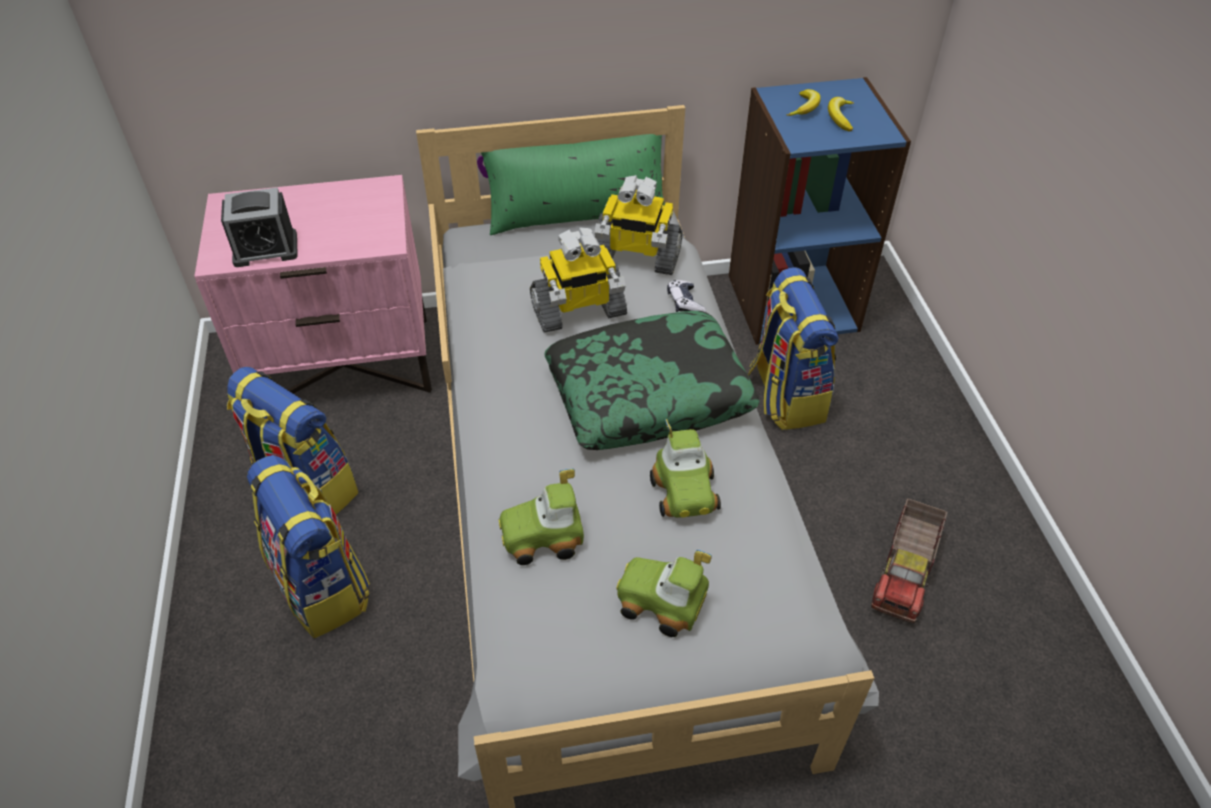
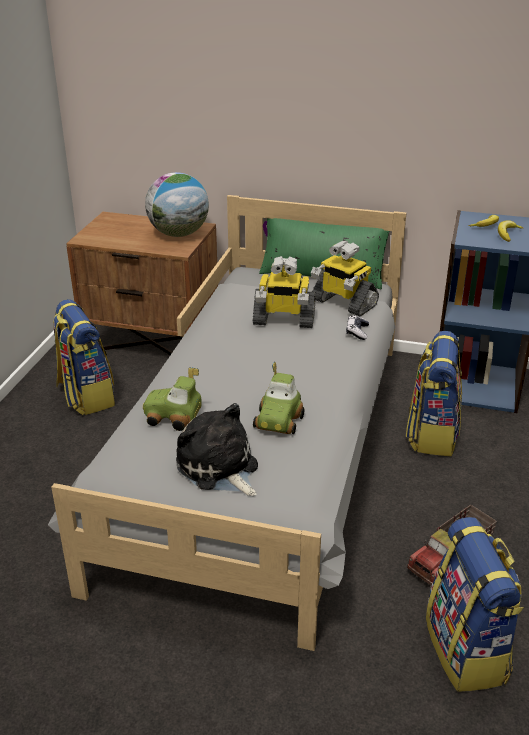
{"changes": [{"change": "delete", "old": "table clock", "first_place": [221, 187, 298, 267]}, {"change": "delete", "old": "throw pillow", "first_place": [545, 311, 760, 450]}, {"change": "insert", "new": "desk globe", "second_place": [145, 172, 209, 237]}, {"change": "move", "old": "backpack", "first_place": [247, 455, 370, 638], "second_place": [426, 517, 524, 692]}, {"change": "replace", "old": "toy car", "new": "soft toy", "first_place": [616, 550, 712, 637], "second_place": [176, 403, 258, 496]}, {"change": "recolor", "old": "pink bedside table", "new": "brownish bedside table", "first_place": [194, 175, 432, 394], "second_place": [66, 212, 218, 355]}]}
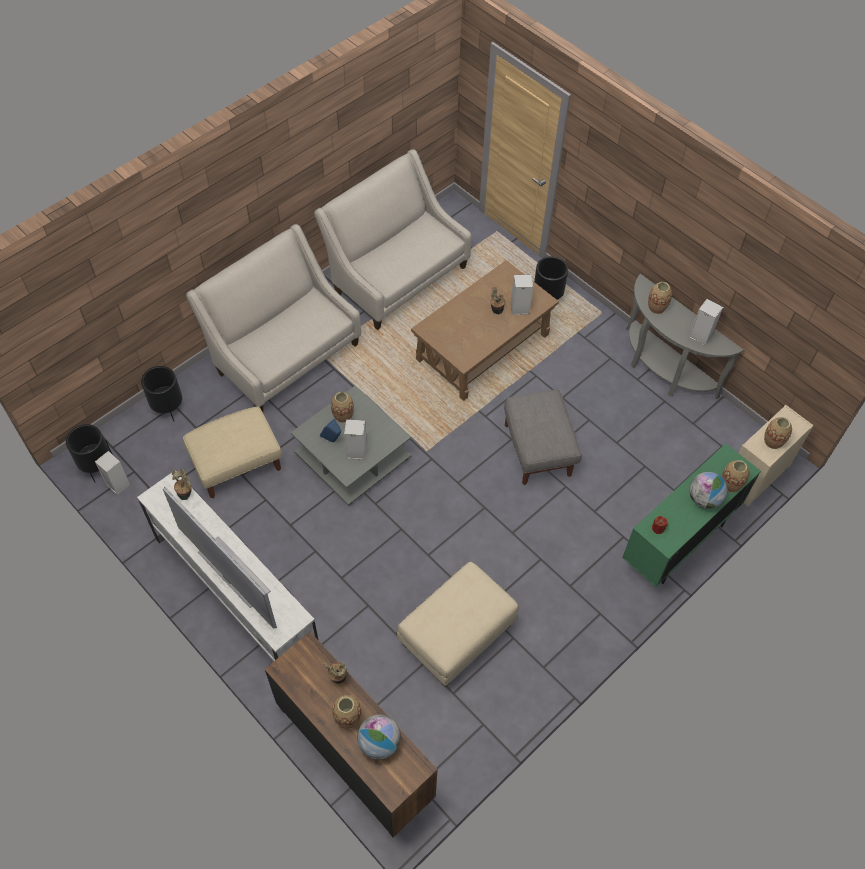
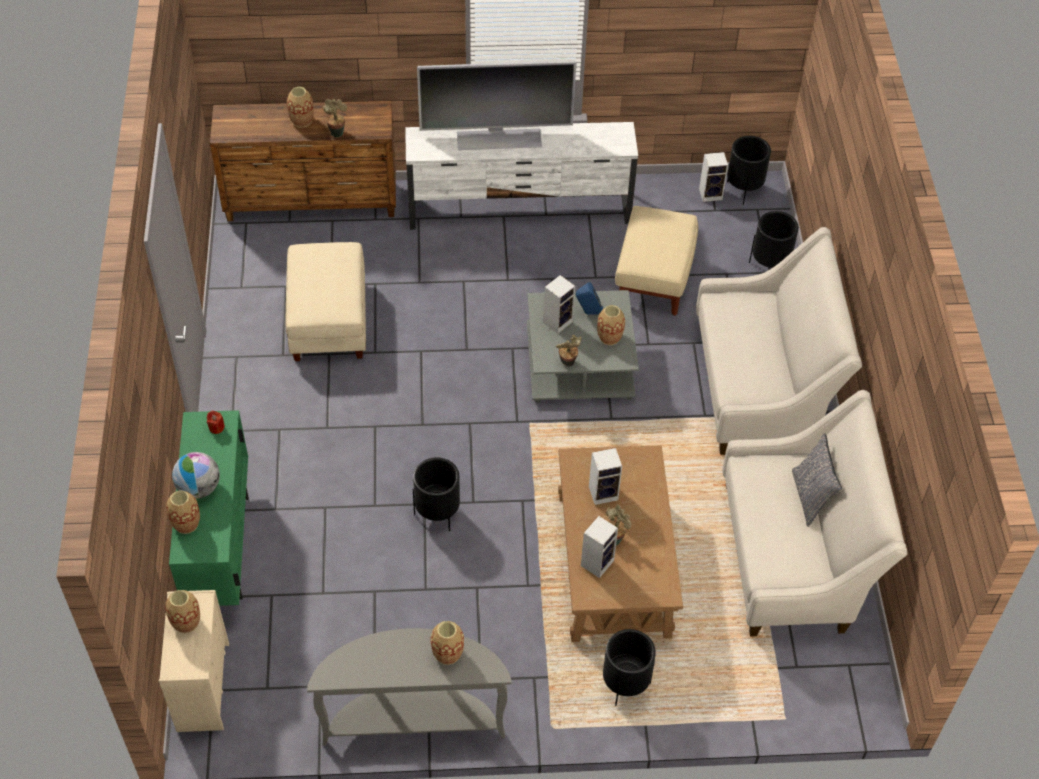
{"changes": [{"change": "delete", "old": "desk globe", "first_place": [357, 715, 401, 760]}, {"change": "insert", "new": "gray throw pillow", "second_place": [792, 433, 842, 527]}, {"change": "move", "old": "plant in a pot", "first_place": [172, 468, 192, 500], "second_place": [556, 335, 582, 367]}, {"change": "move", "old": "loudspeaker", "first_place": [689, 299, 723, 346], "second_place": [589, 448, 622, 505]}, {"change": "replace", "old": "gray footrest", "new": "black flower pot", "first_place": [504, 389, 582, 485], "second_place": [413, 457, 460, 532]}]}
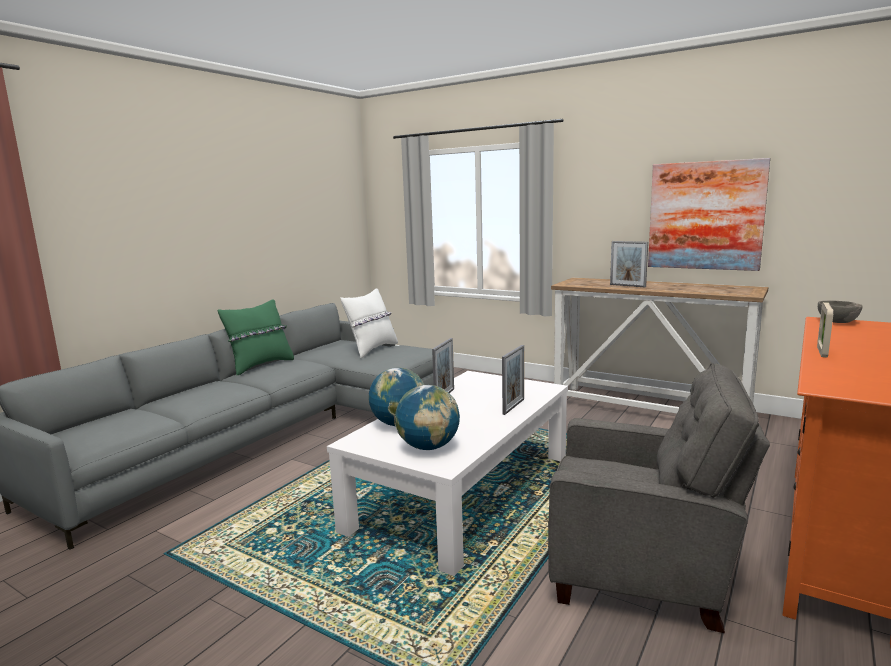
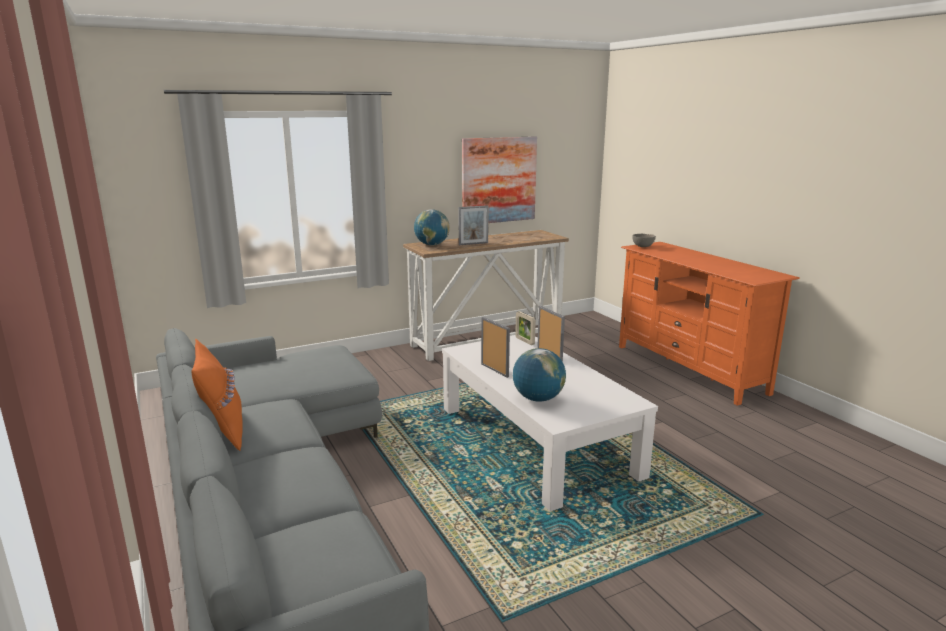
{"changes": [{"change": "delete", "old": "white-coloured throw pillow", "first_place": [340, 288, 398, 358]}, {"change": "delete", "old": "gray easy chair", "first_place": [548, 363, 770, 634]}, {"change": "move", "old": "desk globe", "first_place": [395, 385, 460, 450], "second_place": [414, 209, 450, 245]}, {"change": "move", "old": "picture frame", "first_place": [817, 302, 834, 358], "second_place": [515, 311, 536, 345]}, {"change": "recolor", "old": "green throw pillow", "new": "orangey throw pillow", "first_place": [218, 299, 294, 375], "second_place": [191, 339, 243, 451]}]}
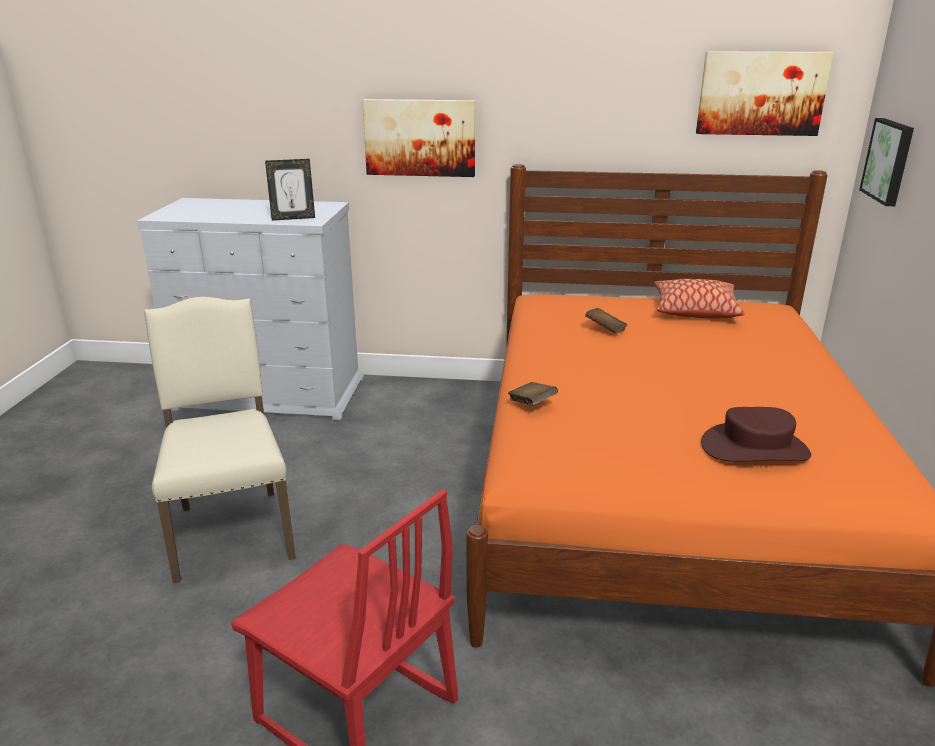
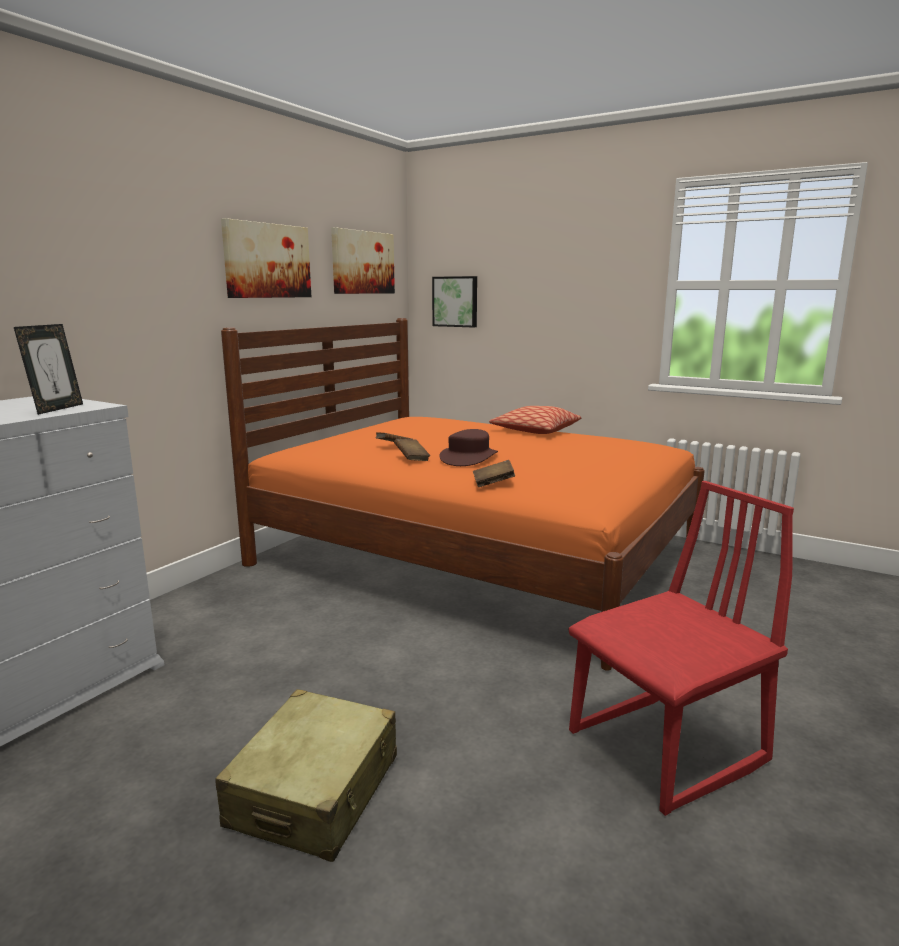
{"changes": [{"change": "insert", "new": "brownish bound book", "second_place": [394, 439, 430, 461]}, {"change": "move", "old": "picture", "first_place": [362, 99, 475, 177], "second_place": [221, 218, 311, 298]}, {"change": "move", "old": "throw pillow", "first_place": [654, 279, 744, 319], "second_place": [489, 406, 581, 434]}, {"change": "move", "old": "brownish hat", "first_place": [701, 407, 811, 462], "second_place": [440, 429, 498, 466]}, {"change": "replace", "old": "beige-coloured upright chair", "new": "beige-coloured suitcase", "first_place": [144, 297, 296, 583], "second_place": [215, 689, 397, 862]}]}
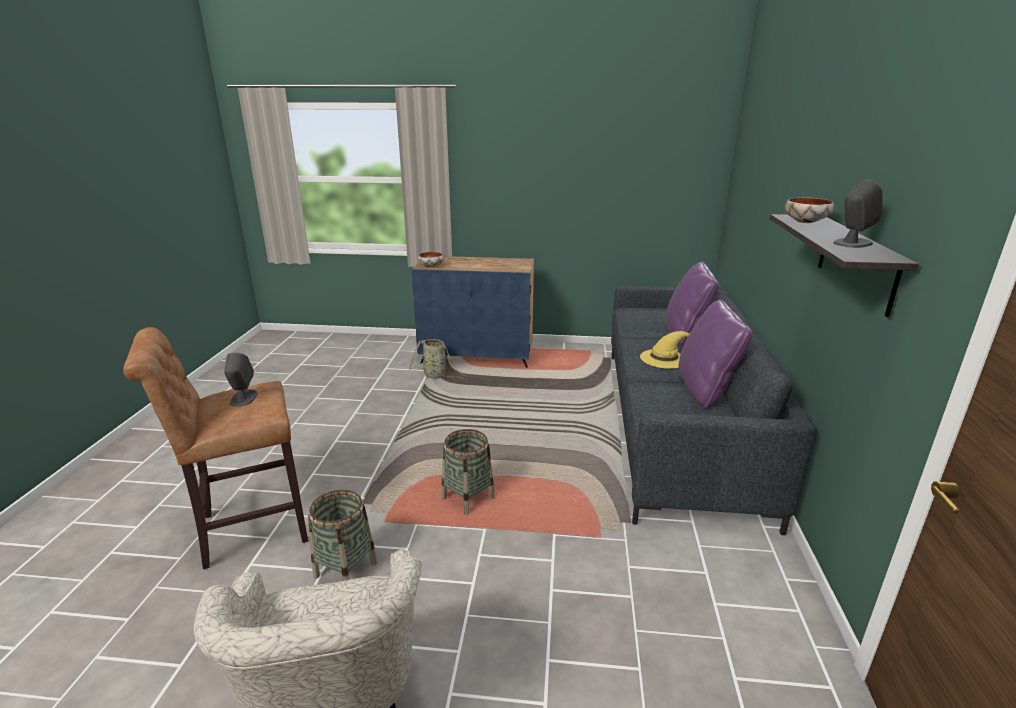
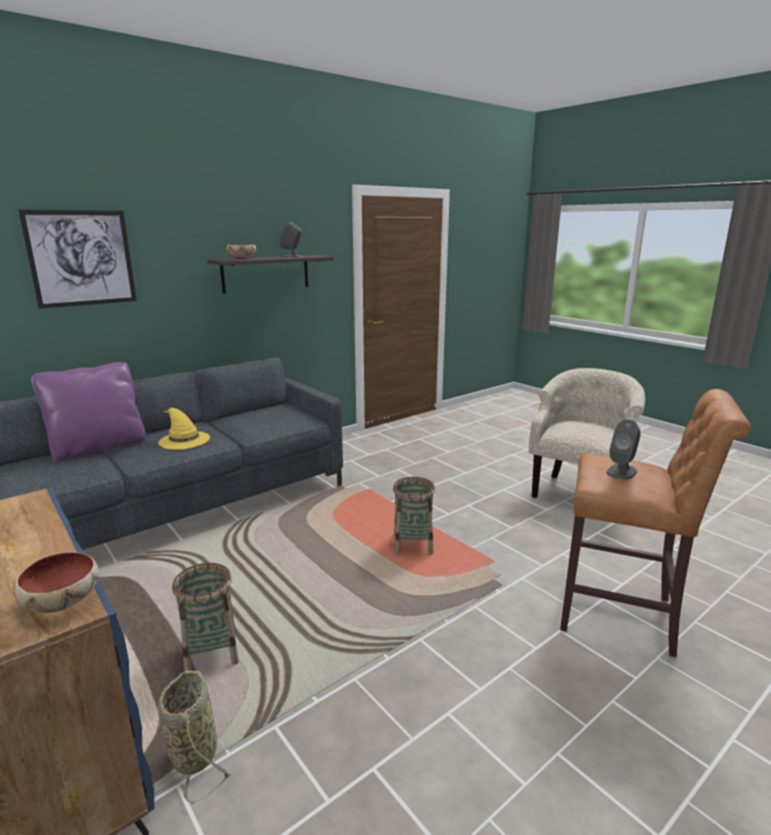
{"changes": [{"change": "delete", "old": "purplish throw pillow", "first_place": [678, 299, 753, 409]}, {"change": "insert", "new": "picture", "second_place": [18, 209, 137, 309]}, {"change": "move", "old": "basket", "first_place": [308, 490, 377, 581], "second_place": [172, 563, 239, 671]}]}
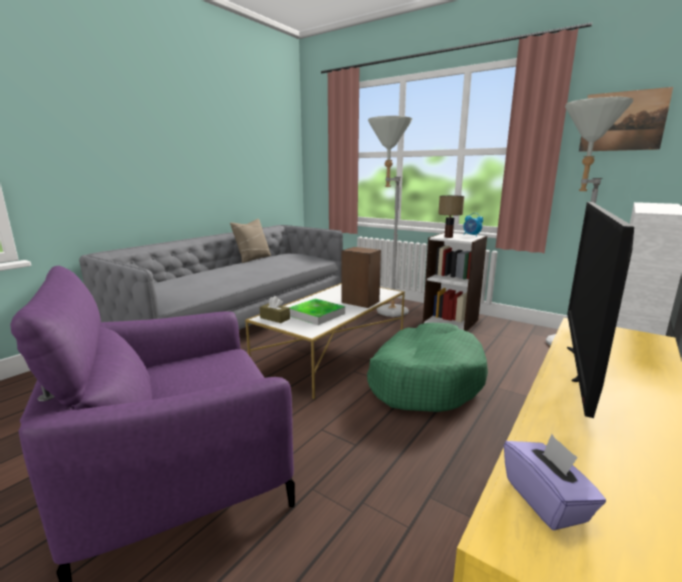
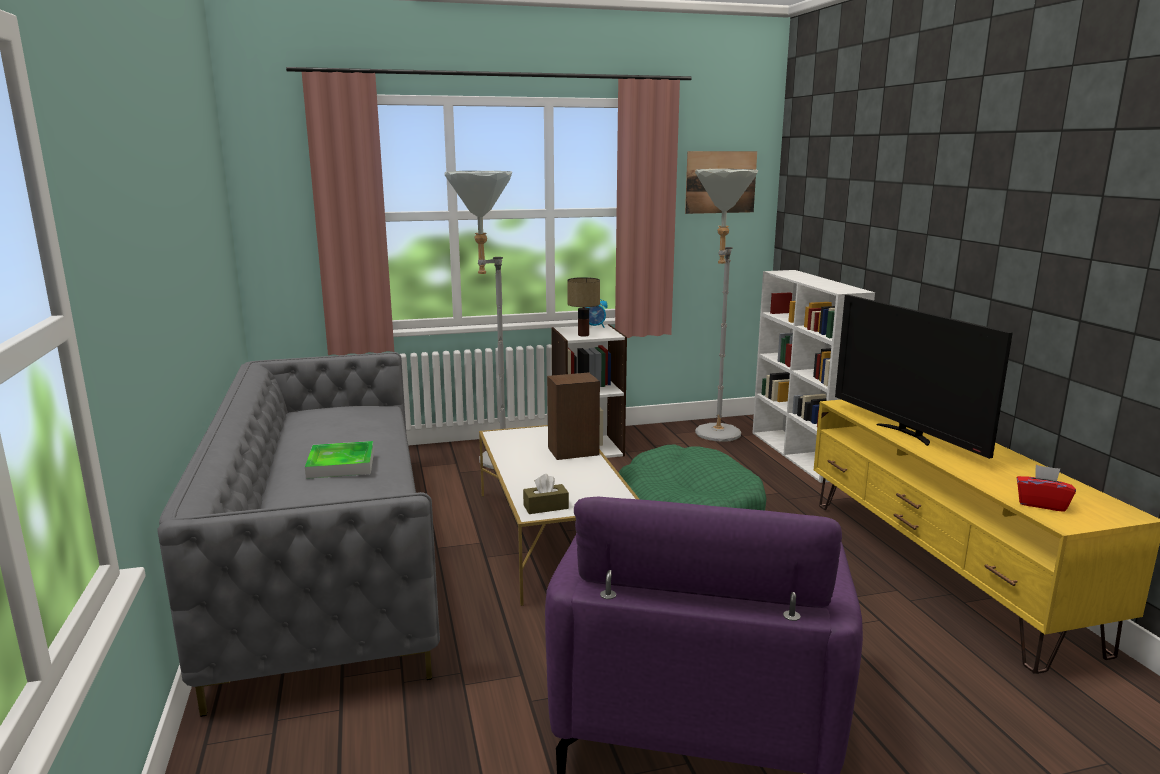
{"changes": [{"change": "delete", "old": "beige-coloured throw pillow", "first_place": [230, 219, 271, 263]}, {"change": "move", "old": "tray", "first_place": [289, 298, 345, 325], "second_place": [305, 441, 374, 479]}, {"change": "recolor", "old": "purplish tissue box", "new": "red-coloured tissue box", "first_place": [504, 434, 606, 530], "second_place": [1017, 465, 1076, 512]}]}
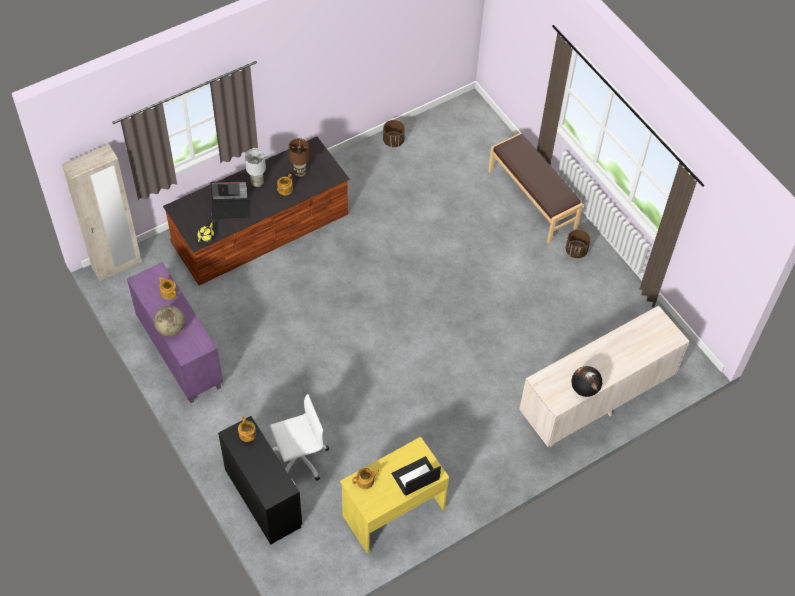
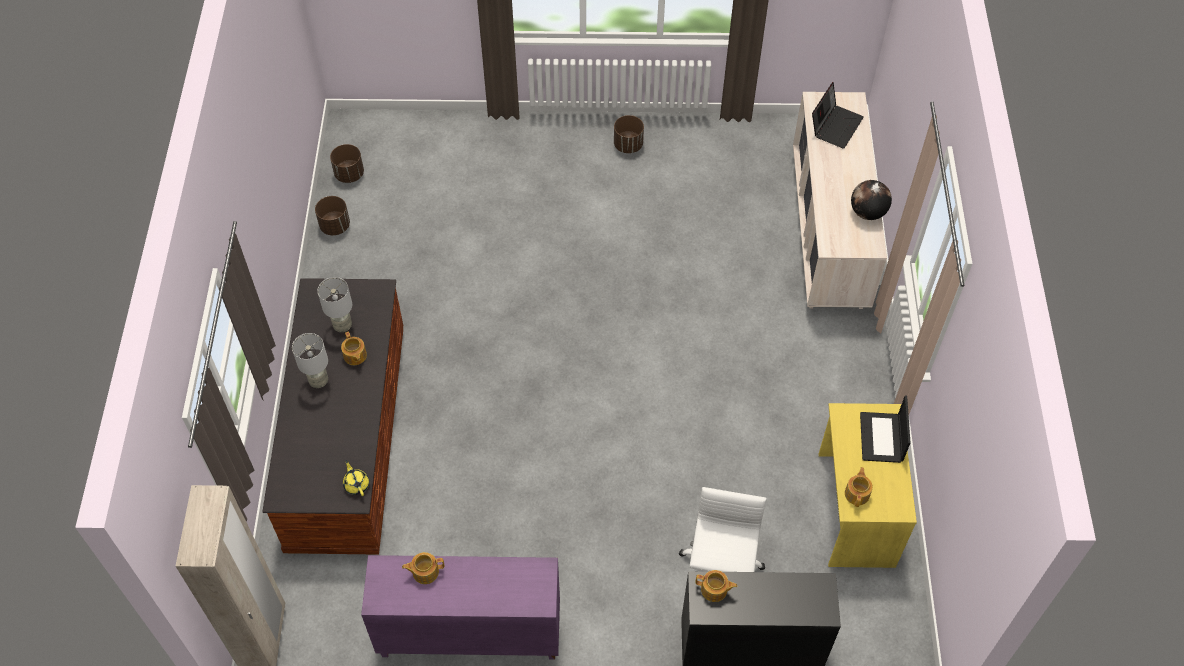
{"changes": [{"change": "delete", "old": "desk globe", "first_place": [154, 306, 185, 336]}, {"change": "delete", "old": "brownish long seat", "first_place": [488, 133, 583, 243]}, {"change": "insert", "new": "brownish flower pot", "second_place": [330, 144, 364, 183]}, {"change": "move", "old": "laptop", "first_place": [210, 181, 248, 219], "second_place": [812, 82, 864, 148]}, {"change": "recolor", "old": "brownish table lamp", "new": "gray table lamp", "first_place": [289, 138, 309, 177], "second_place": [317, 277, 352, 332]}]}
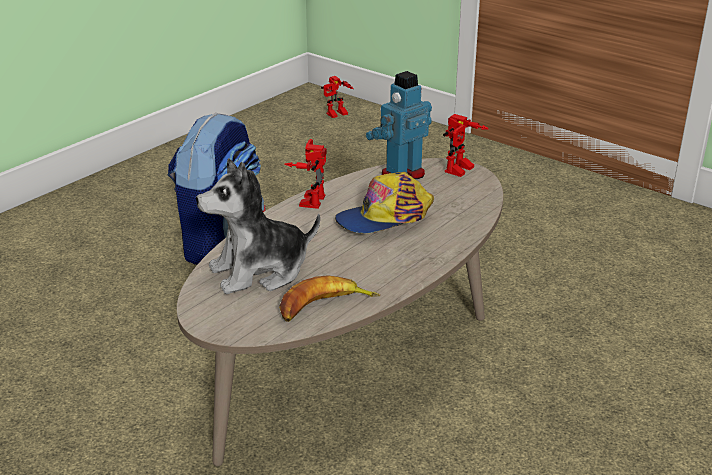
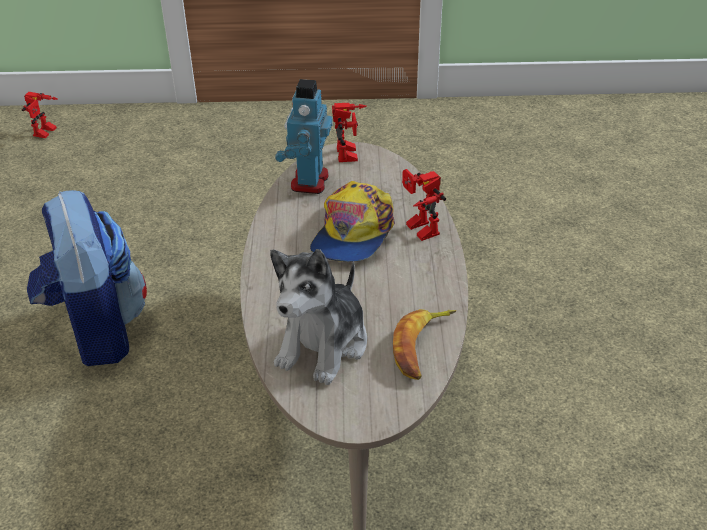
{"changes": [{"change": "move", "old": "robot figure", "first_place": [285, 139, 327, 209], "second_place": [402, 169, 446, 241]}]}
